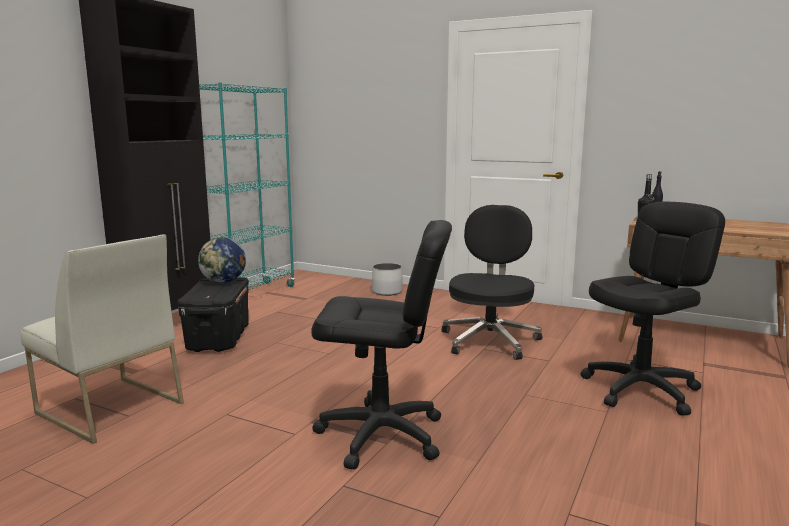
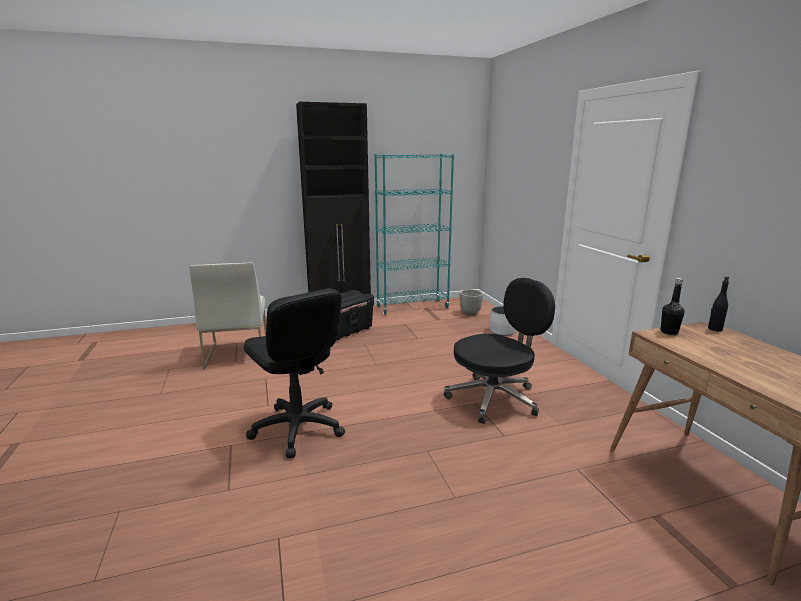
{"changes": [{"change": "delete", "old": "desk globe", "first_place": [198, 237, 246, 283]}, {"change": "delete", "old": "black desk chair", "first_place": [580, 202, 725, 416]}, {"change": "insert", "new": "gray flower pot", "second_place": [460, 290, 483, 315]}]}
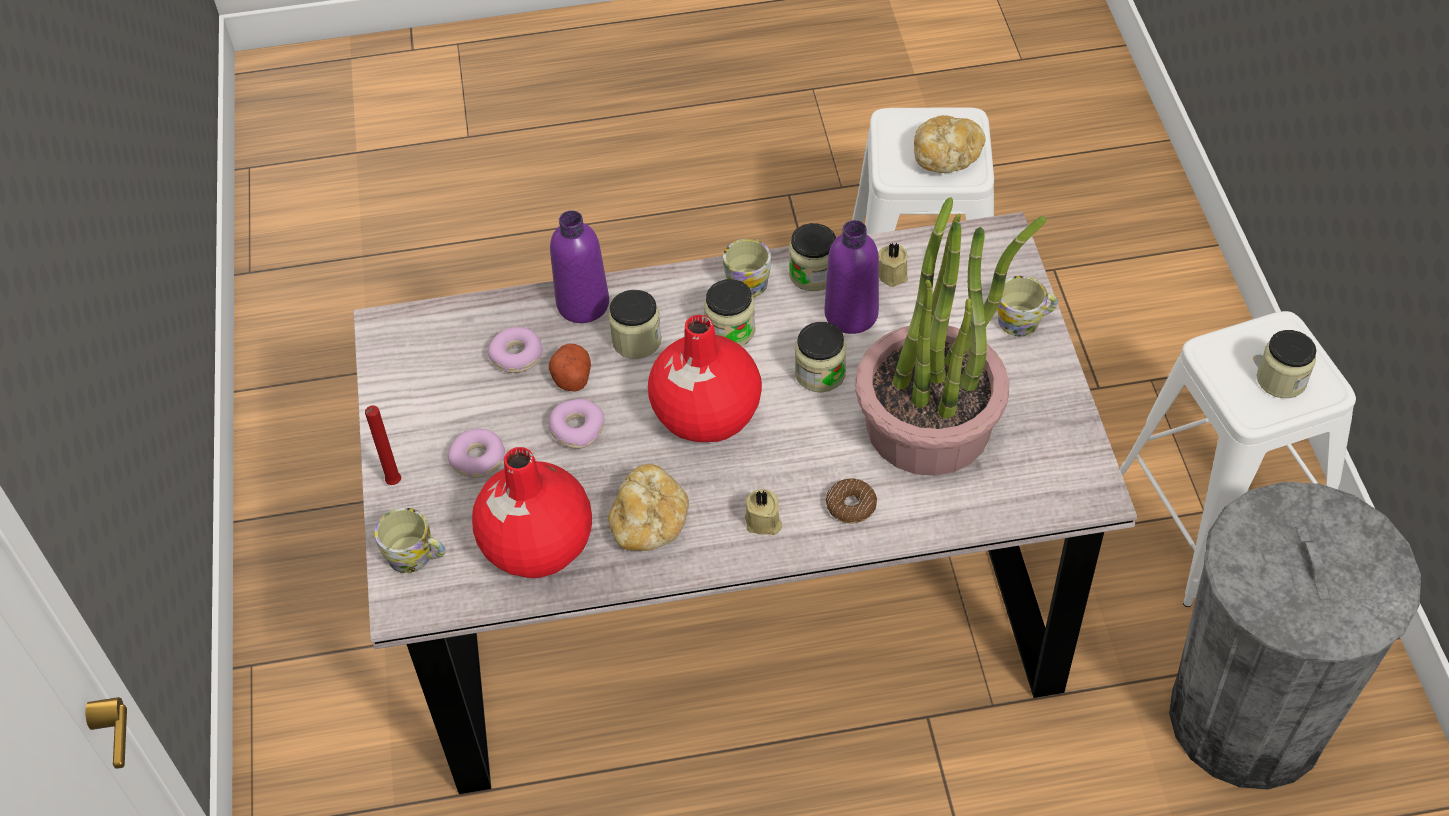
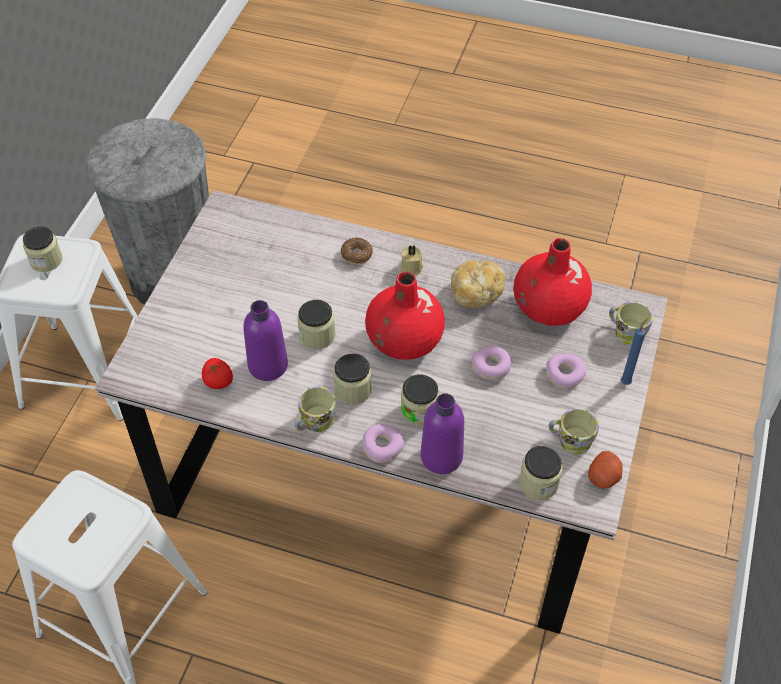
{"changes": [{"change": "delete", "old": "plant in a pot", "first_place": [855, 197, 1047, 476]}, {"change": "delete", "old": "bakery bread", "first_place": [914, 115, 985, 173]}, {"change": "move", "old": "donut", "first_place": [488, 327, 543, 373], "second_place": [362, 424, 404, 463]}, {"change": "move", "old": "spud", "first_place": [549, 344, 591, 392], "second_place": [588, 451, 623, 489]}, {"change": "move", "old": "storage jar", "first_place": [789, 223, 836, 291], "second_place": [519, 446, 563, 500]}, {"change": "move", "old": "coffee mug", "first_place": [997, 276, 1058, 337], "second_place": [548, 408, 599, 454]}, {"change": "replace", "old": "beige-coloured wax candle", "new": "fresh tomato", "first_place": [878, 242, 908, 287], "second_place": [202, 358, 233, 389]}, {"change": "recolor", "old": "red-coloured wax candle", "new": "blue-coloured wax candle", "first_place": [365, 405, 401, 485], "second_place": [621, 319, 647, 385]}]}
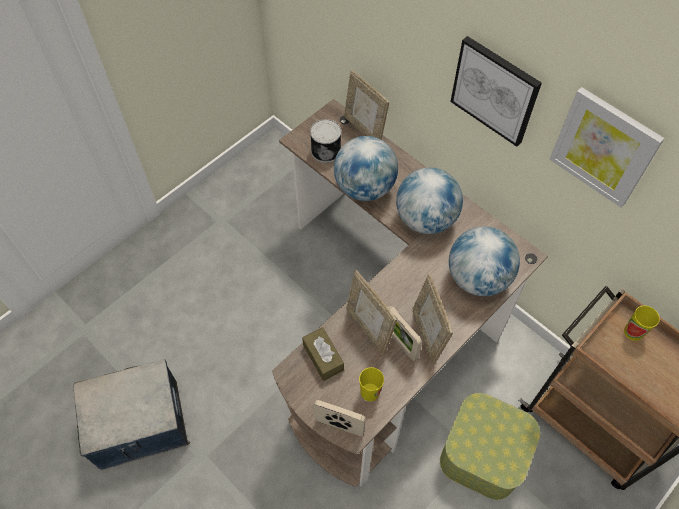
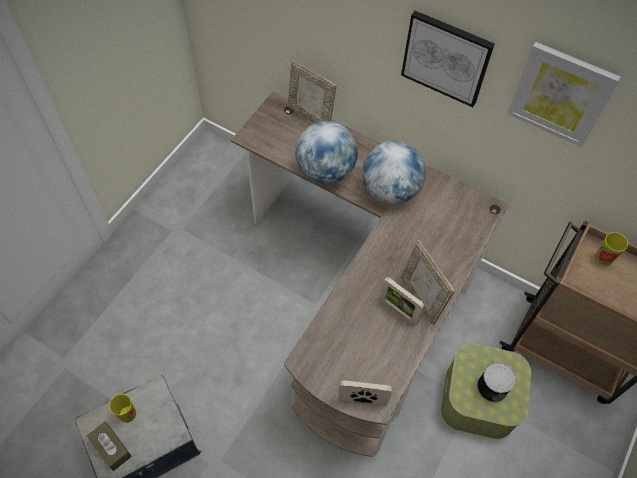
{"changes": [{"change": "delete", "old": "picture frame", "first_place": [346, 270, 397, 355]}, {"change": "delete", "old": "desk globe", "first_place": [449, 226, 520, 296]}, {"change": "move", "old": "brownish tissue box", "first_place": [302, 327, 344, 381], "second_place": [87, 422, 132, 471]}, {"change": "move", "old": "can", "first_place": [310, 119, 341, 163], "second_place": [477, 362, 516, 403]}, {"change": "move", "old": "drinking cup", "first_place": [359, 367, 384, 401], "second_place": [109, 394, 136, 423]}]}
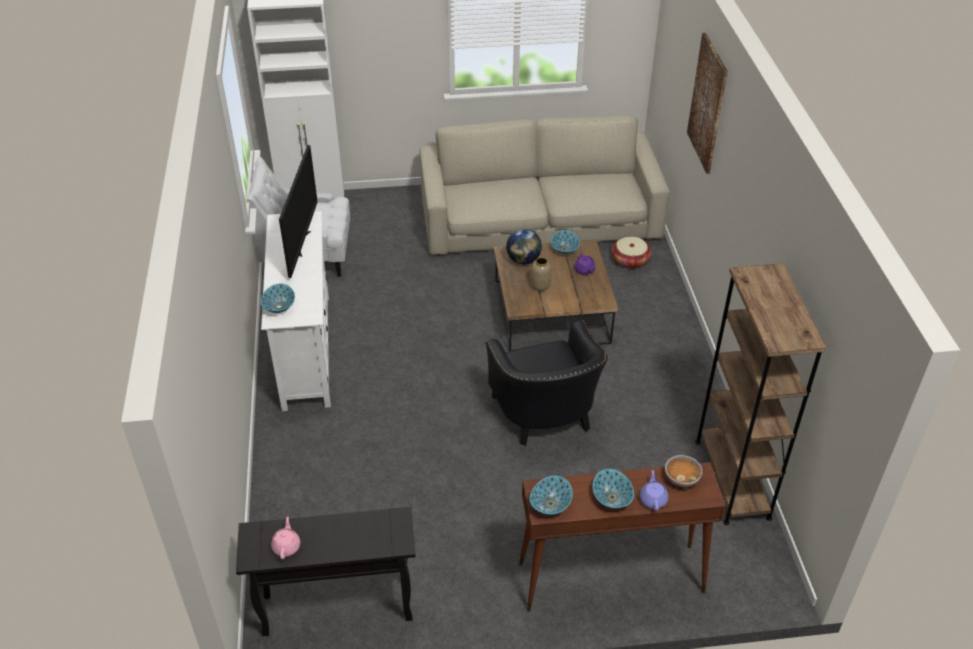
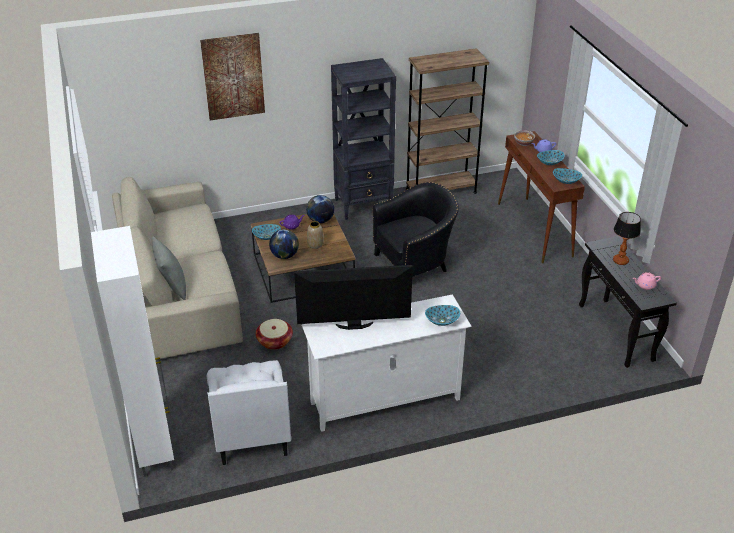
{"changes": [{"change": "insert", "new": "gray throw pillow", "second_place": [152, 236, 186, 300]}, {"change": "insert", "new": "desk globe", "second_place": [306, 195, 334, 223]}, {"change": "insert", "new": "black bookcase", "second_place": [331, 58, 396, 220]}, {"change": "insert", "new": "table lamp", "second_place": [613, 212, 641, 265]}, {"change": "move", "old": "basket", "first_place": [611, 237, 651, 269], "second_place": [256, 319, 293, 350]}]}
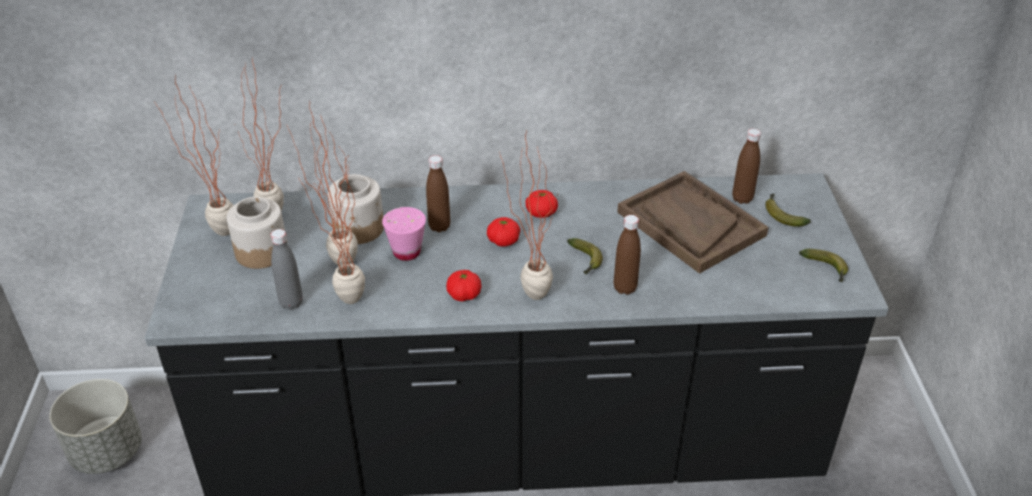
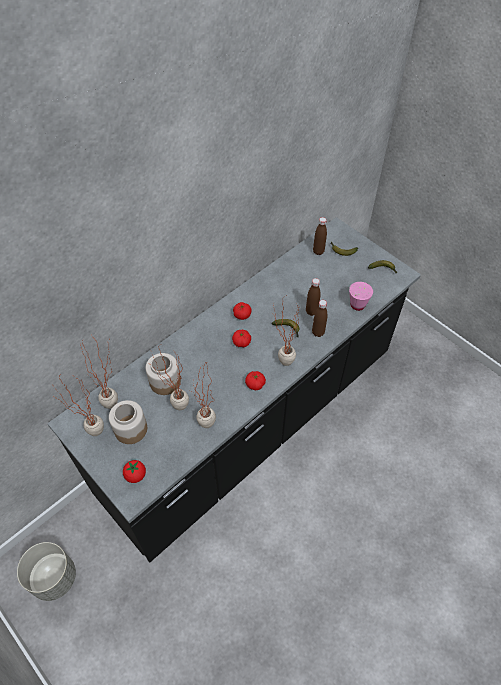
{"changes": [{"change": "delete", "old": "gray beverage bottle", "first_place": [271, 229, 303, 310]}, {"change": "delete", "old": "brownish tray", "first_place": [617, 171, 769, 274]}, {"change": "insert", "new": "fresh tomato", "second_place": [123, 460, 146, 483]}, {"change": "move", "old": "pink drinking cup", "first_place": [382, 207, 426, 261], "second_place": [349, 282, 373, 311]}, {"change": "move", "old": "brownish beverage bottle", "first_place": [426, 155, 450, 232], "second_place": [306, 278, 321, 316]}]}
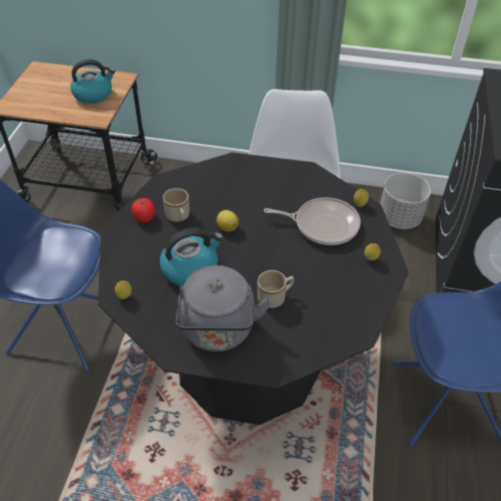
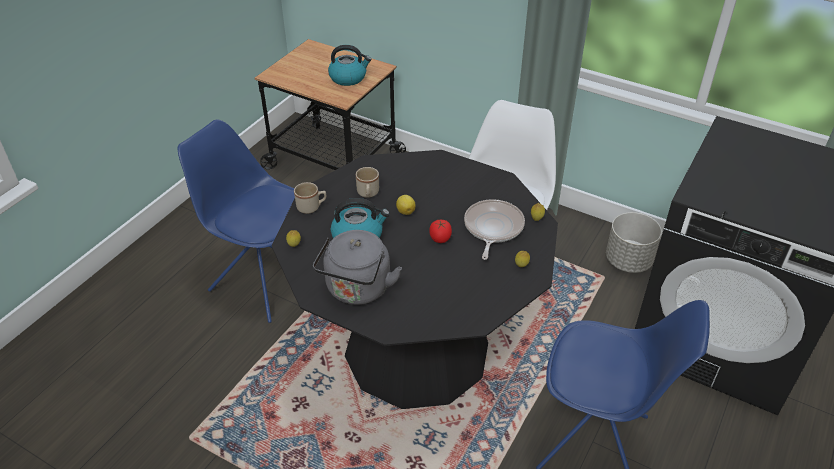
{"changes": [{"change": "move", "old": "fresh tomato", "first_place": [131, 198, 155, 223], "second_place": [429, 220, 452, 243]}, {"change": "move", "old": "beige-coloured coffee mug", "first_place": [257, 270, 294, 308], "second_place": [294, 182, 326, 214]}, {"change": "rotate", "old": "pan", "first_place": [264, 197, 361, 245], "second_place": [464, 199, 525, 260], "degrees": -105}]}
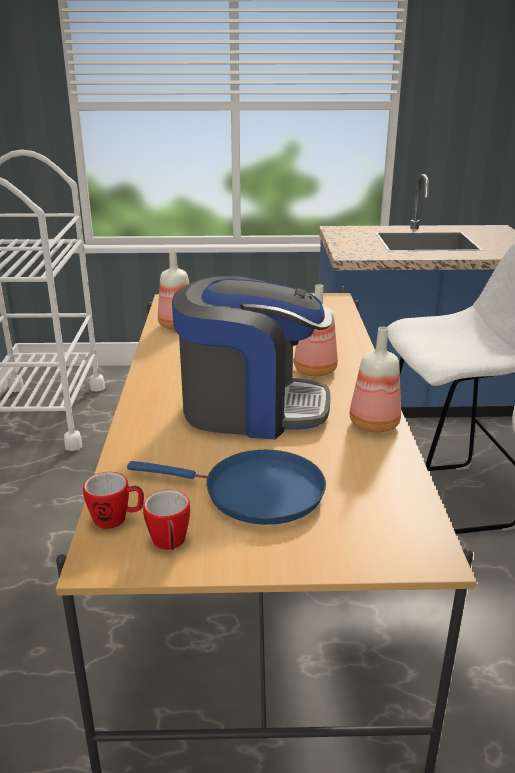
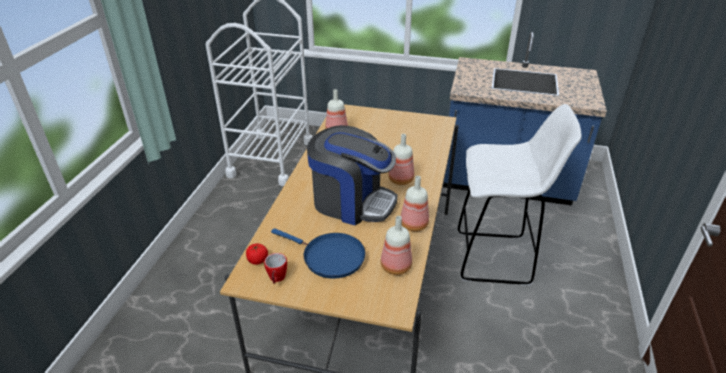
{"changes": [{"change": "insert", "new": "beverage bottle", "second_place": [381, 216, 412, 275]}, {"change": "replace", "old": "coffee mug", "new": "fresh tomato", "first_place": [83, 472, 144, 529], "second_place": [246, 243, 268, 265]}]}
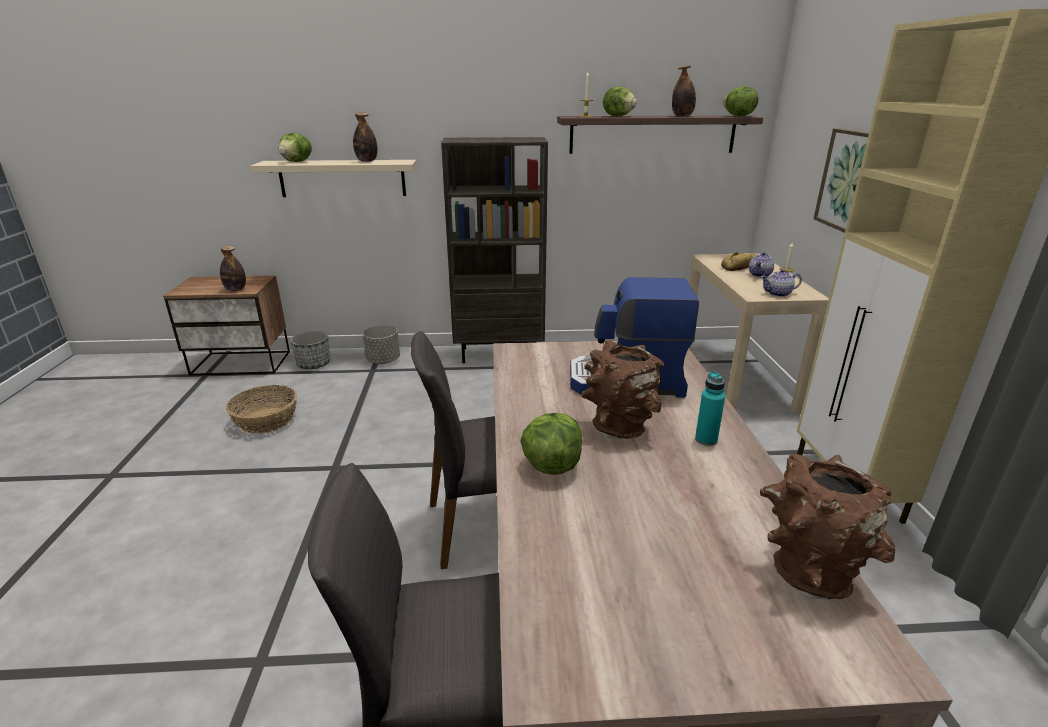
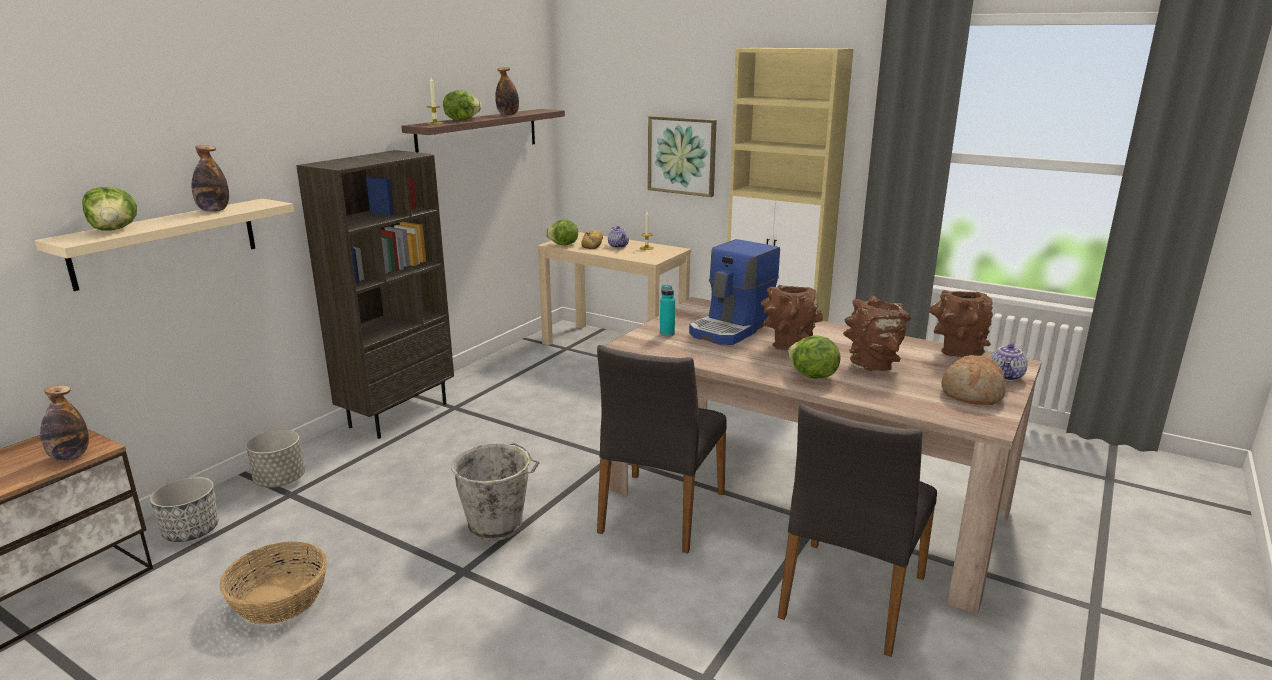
{"changes": [{"change": "insert", "new": "gray bucket", "second_place": [451, 443, 539, 541]}, {"change": "insert", "new": "brownish decorative vase", "second_place": [843, 296, 911, 372]}, {"change": "insert", "new": "bakery bread", "second_place": [941, 355, 1006, 405]}, {"change": "move", "old": "turquoise beverage bottle", "first_place": [695, 371, 725, 446], "second_place": [660, 285, 675, 336]}, {"change": "move", "old": "head of lettuce", "first_place": [723, 86, 758, 116], "second_place": [546, 220, 578, 245]}, {"change": "move", "old": "tea pot", "first_place": [761, 269, 802, 297], "second_place": [990, 343, 1028, 381]}]}
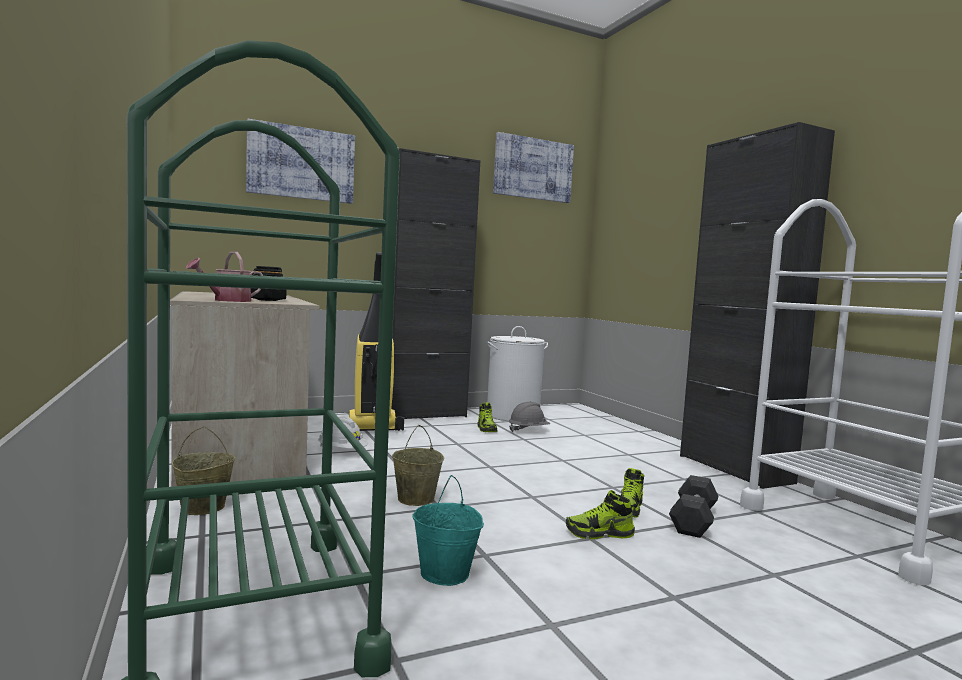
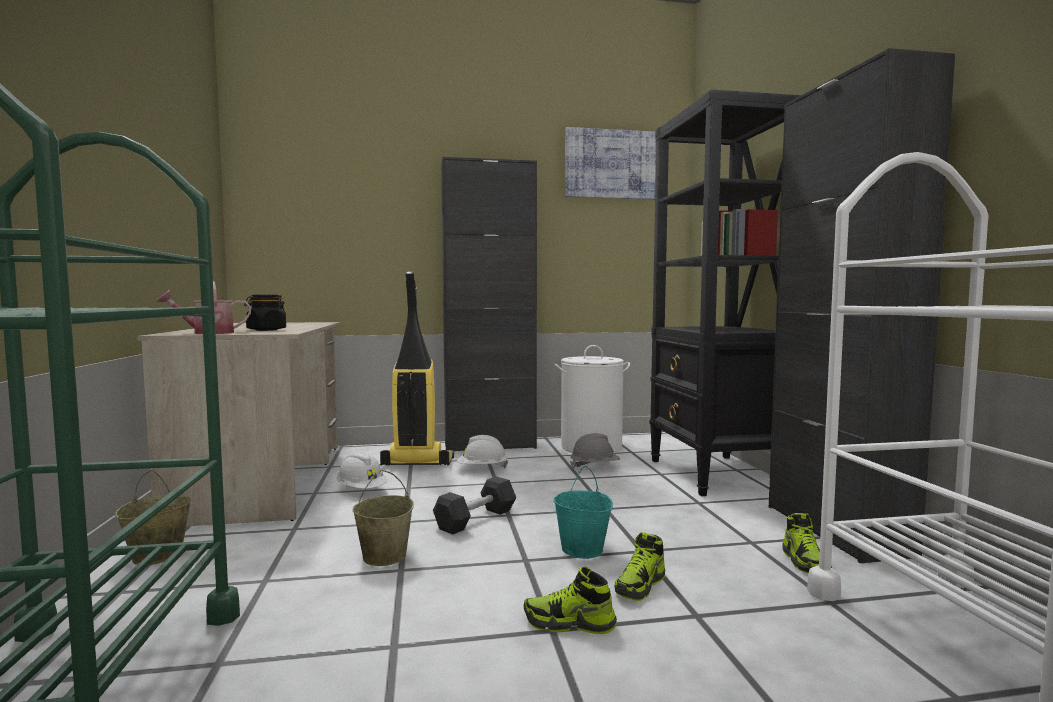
{"changes": [{"change": "delete", "old": "picture", "first_place": [246, 119, 355, 204]}, {"change": "insert", "new": "white-coloured work helmet", "second_place": [457, 435, 508, 468]}, {"change": "insert", "new": "black bookcase", "second_place": [650, 89, 801, 496]}, {"change": "move", "old": "turquoise bucket", "first_place": [412, 475, 484, 586], "second_place": [553, 466, 613, 559]}, {"change": "move", "old": "item of footwear", "first_place": [477, 403, 497, 432], "second_place": [782, 513, 832, 573]}, {"change": "move", "old": "gray hand weight", "first_place": [669, 475, 718, 538], "second_place": [433, 477, 516, 534]}]}
